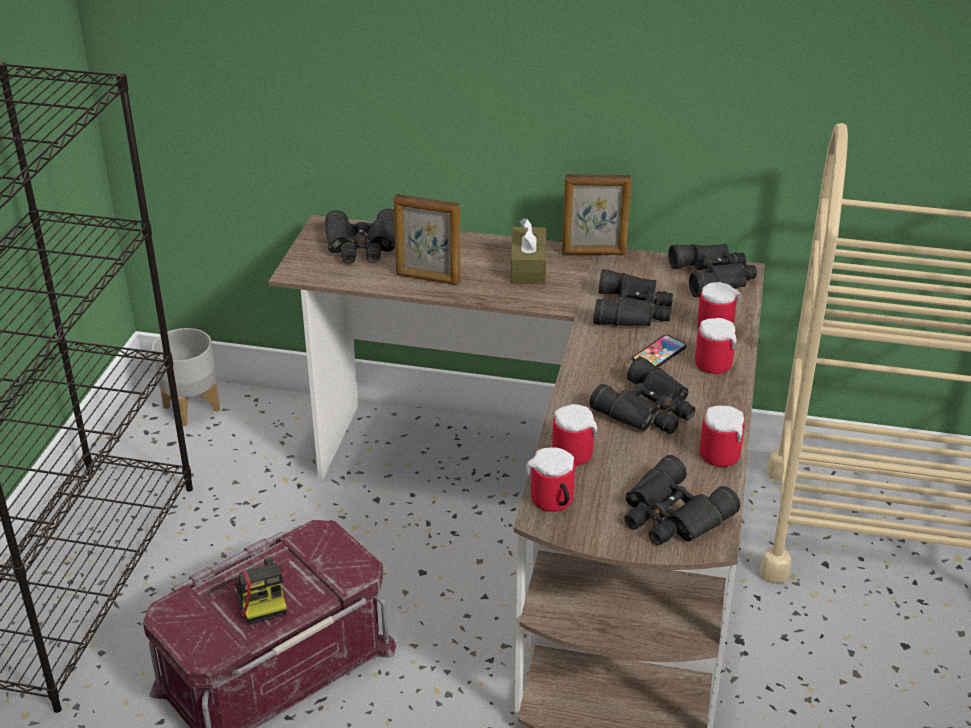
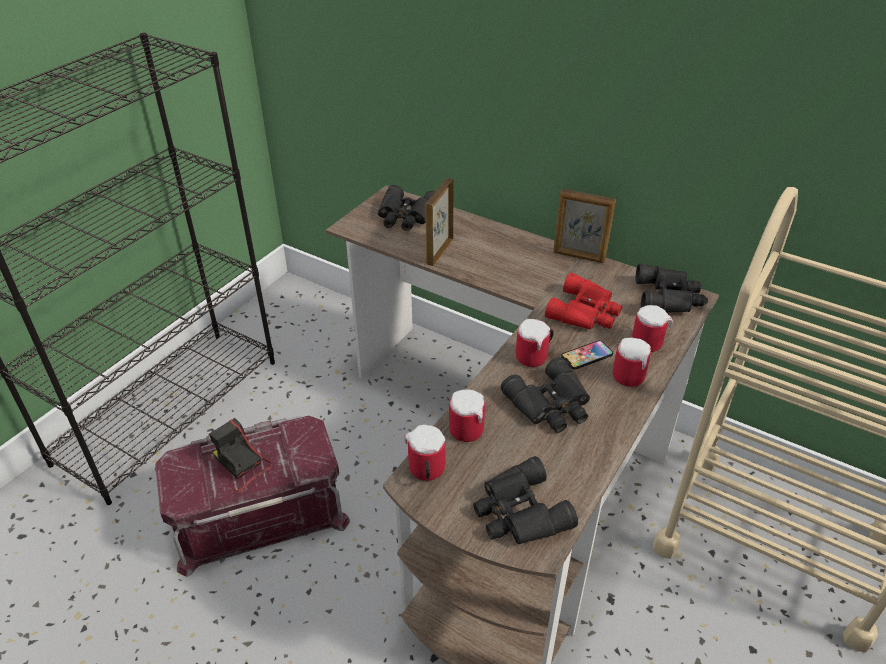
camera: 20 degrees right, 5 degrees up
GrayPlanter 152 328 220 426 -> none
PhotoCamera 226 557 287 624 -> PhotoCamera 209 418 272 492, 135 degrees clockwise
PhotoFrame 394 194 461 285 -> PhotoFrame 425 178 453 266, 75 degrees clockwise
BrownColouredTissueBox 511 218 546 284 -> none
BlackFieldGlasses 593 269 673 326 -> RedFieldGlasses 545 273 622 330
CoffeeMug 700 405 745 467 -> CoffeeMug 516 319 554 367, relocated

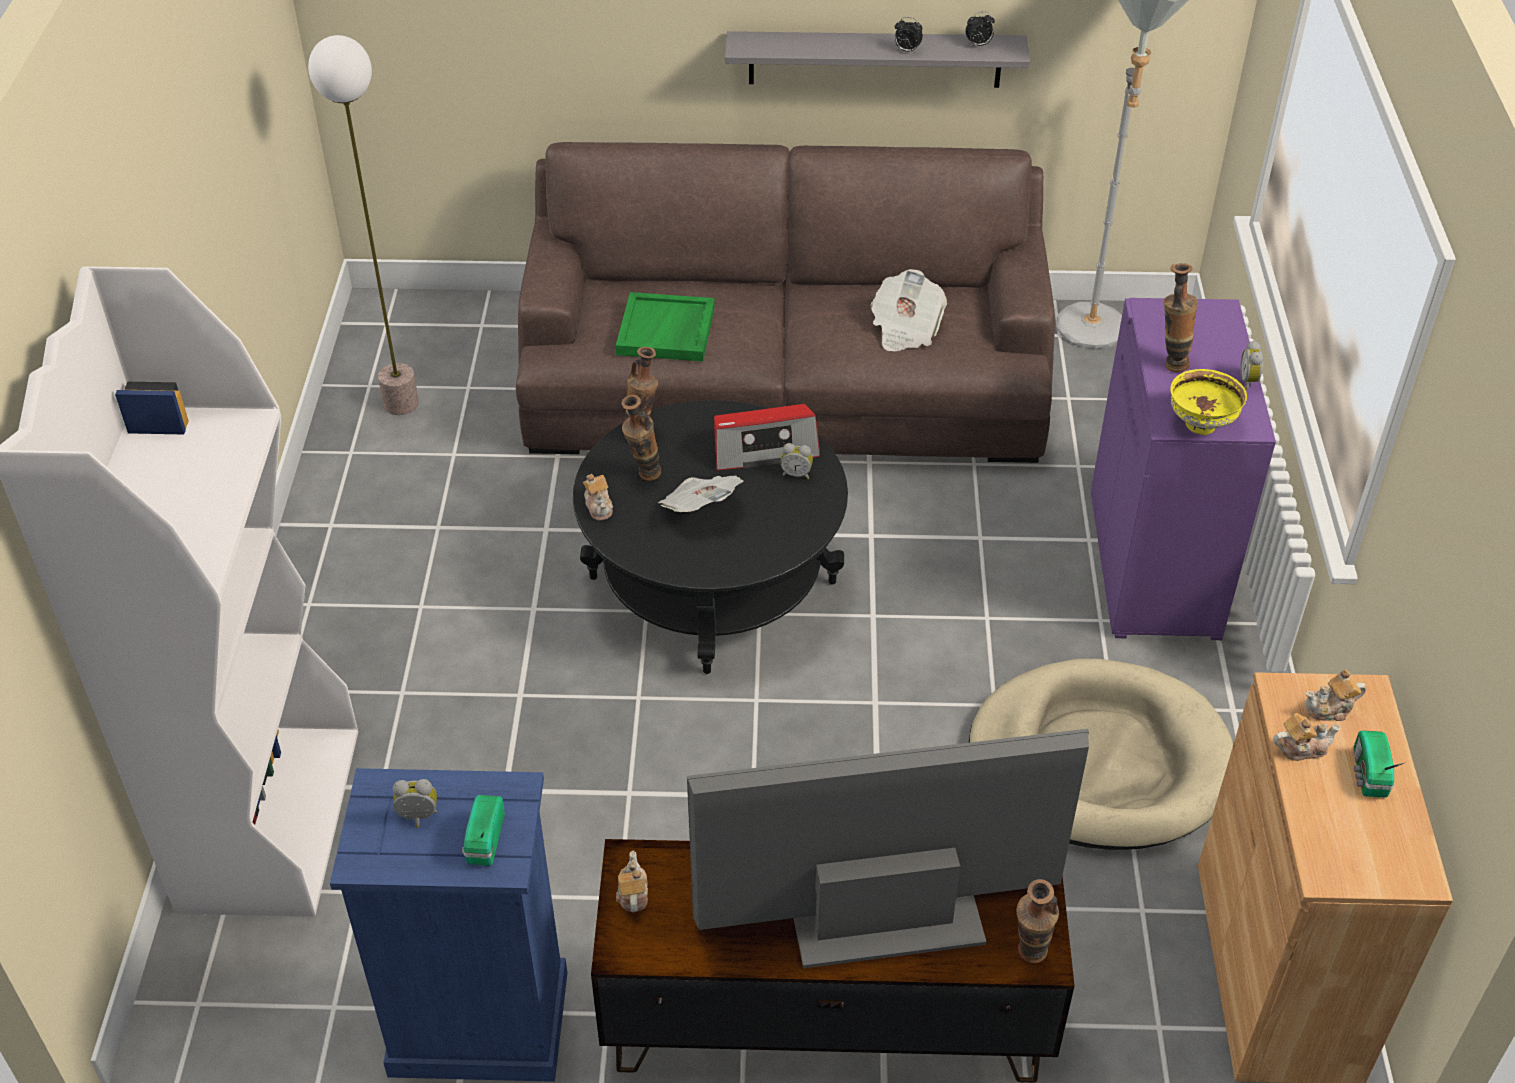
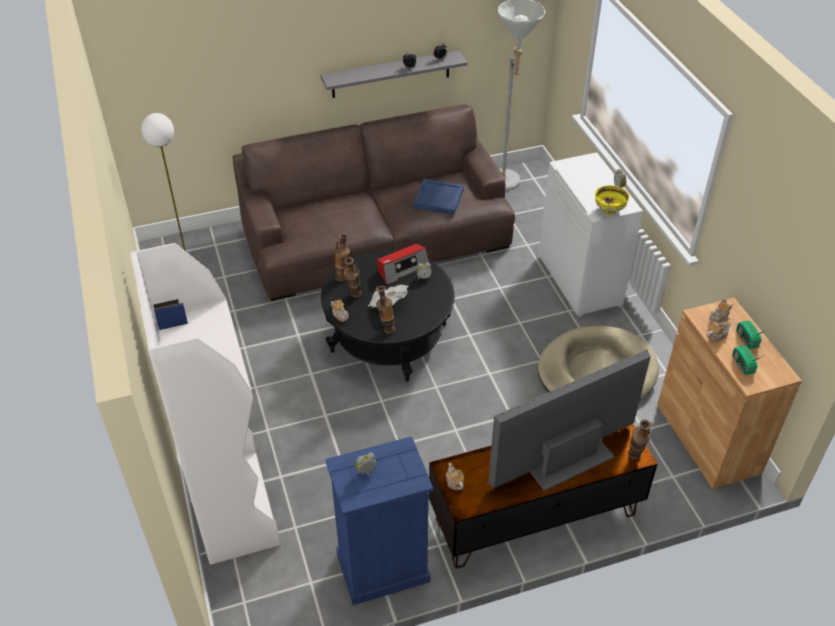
camera: 20 degrees left, 0 degrees up
RadioReceiver 462 795 505 866 -> RadioReceiver 732 346 763 375, relocated
GreenColouredCarryingTray 616 292 715 361 -> none
DailyPaper 871 269 947 351 -> BlueColouredCarryingTray 413 179 464 215
PurplishCupboard 1091 298 1276 640 -> WhiteColouredCupboard 539 152 643 317
DecorativeVase 1163 263 1198 372 -> DecorativeVase 376 286 395 334, relocated

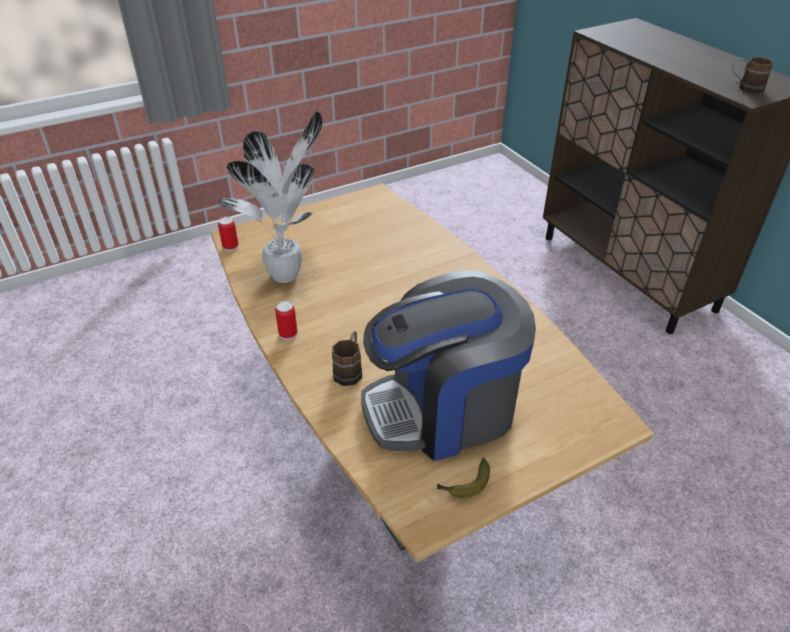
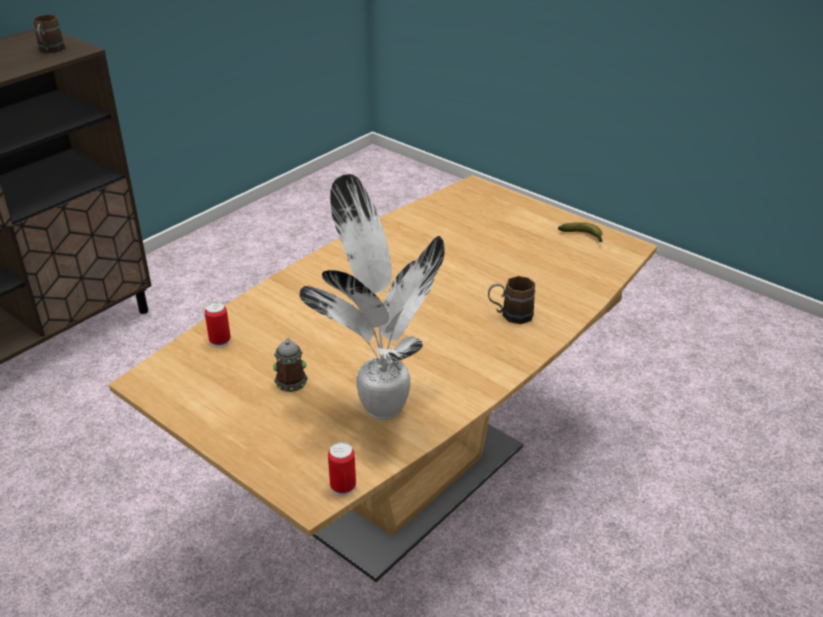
camera: 110 degrees left, 5 degrees down
SealedCan 275 301 297 340 -> SealedCan 205 302 231 347, relocated
CoffeeBrewer 361 271 536 461 -> none
none -> CoffeeMug 273 338 308 392

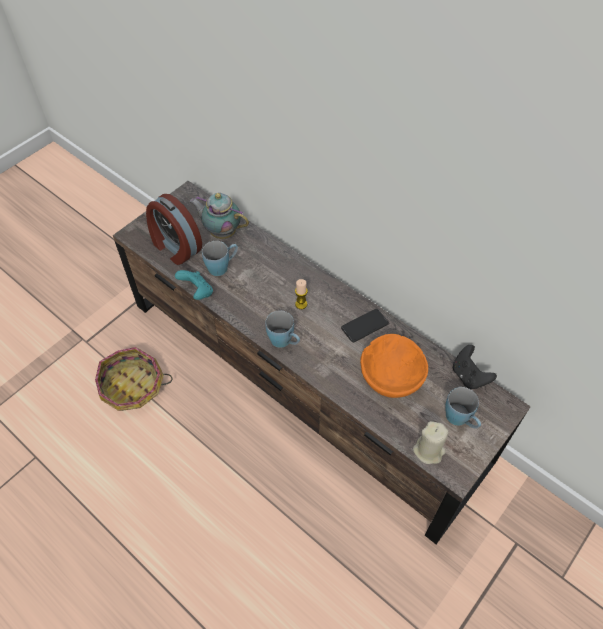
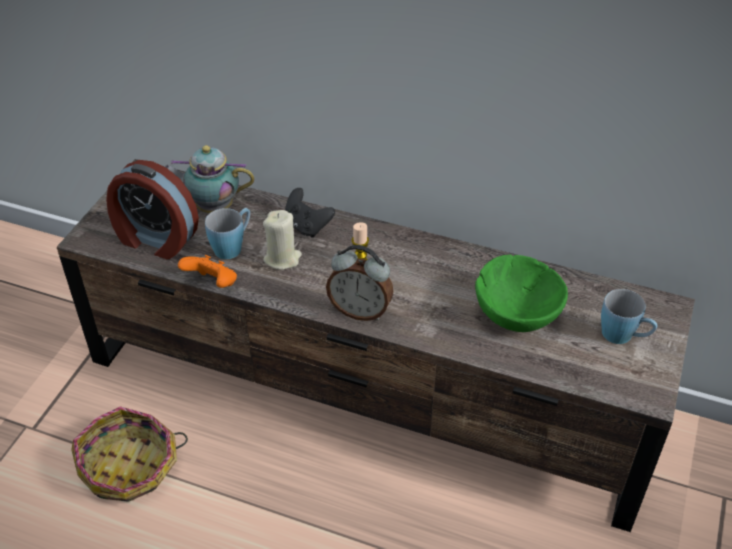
camera: 20 degrees left, 10 degrees down
TurquoiseGamepad 175 270 213 300 -> OrangeyGamepad 178 255 237 288
BlueColouredCoffeeMug 265 310 300 348 -> AlarmClock 326 245 394 321
Handset 341 309 389 342 -> none
OrangeyDeepDish 360 334 428 398 -> GreenColouredDeepDish 475 255 568 332
BeigeWaxCandle 413 421 448 464 -> BeigeWaxCandle 263 210 302 270, relocated
BlackGamepad 453 345 497 389 -> BlackGamepad 285 188 335 238, relocated

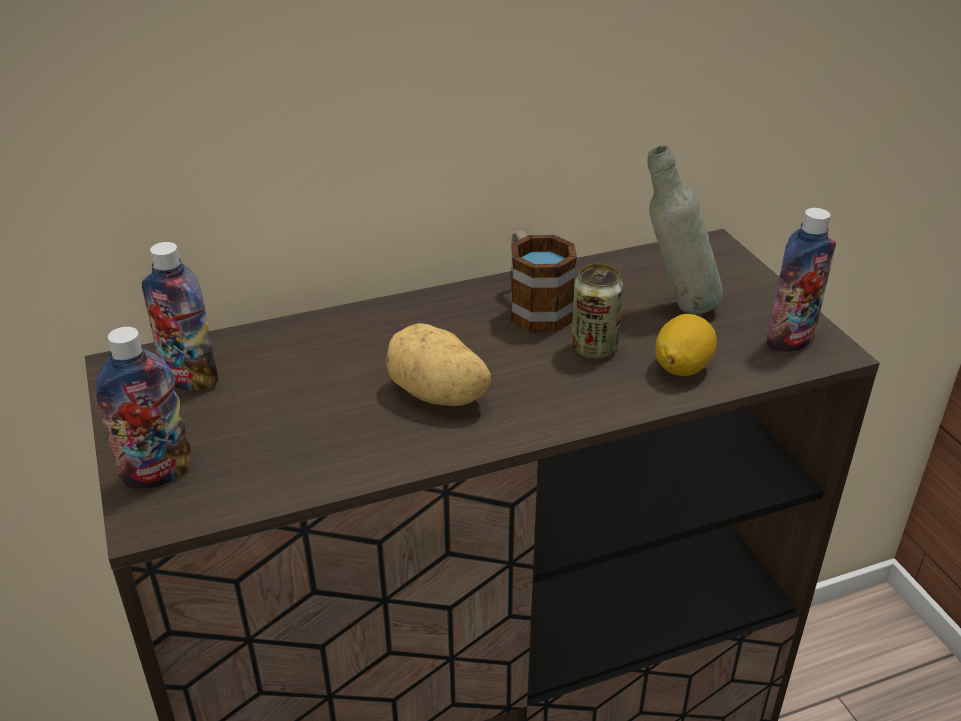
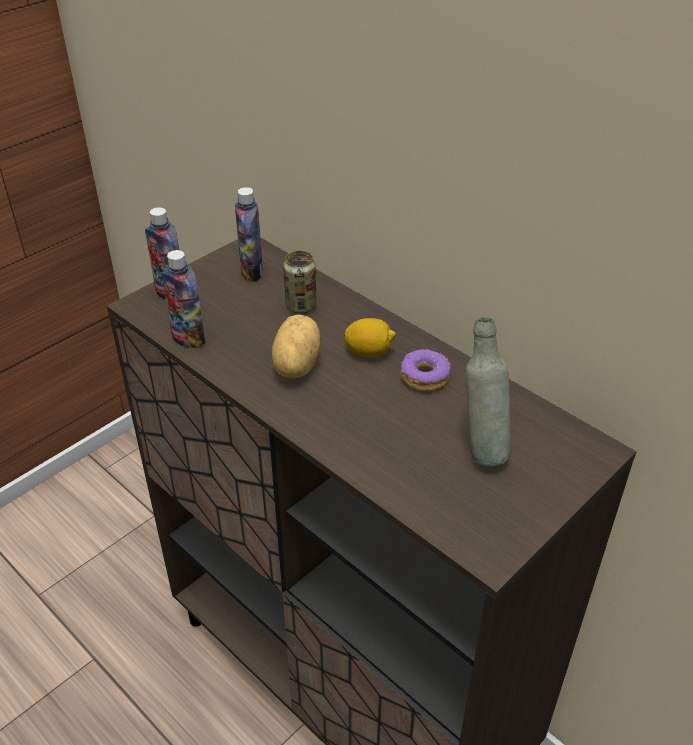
camera: 65 degrees right, 5 degrees up
CoffeeMug 510 231 577 333 -> Donut 400 349 451 391
SealedCan 571 264 623 359 -> SealedCan 283 251 317 313, relocated
Lemon 655 314 717 376 -> Lemon 344 318 396 358, relocated
DrinkBottle 766 208 836 352 -> DrinkBottle 162 250 205 348, relocated

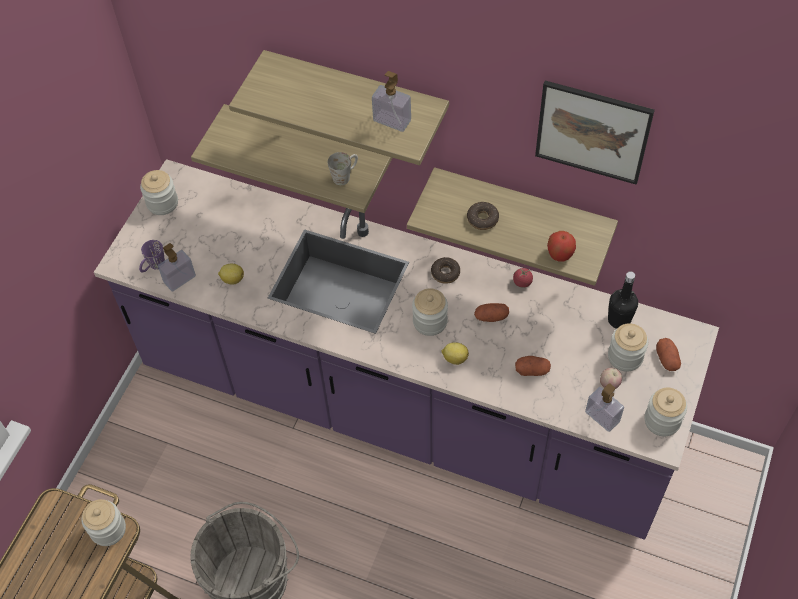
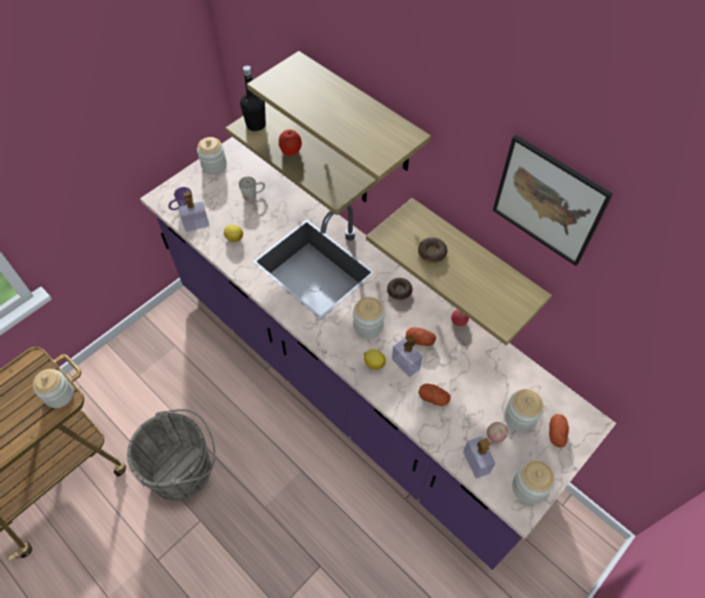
camera: 20 degrees right, 0 degrees up
WhiteColouredCoffeeMug 328 152 358 185 -> WhiteColouredCoffeeMug 238 177 265 201, relocated
SoapBottle 372 71 411 132 -> SoapBottle 392 335 423 377, relocated
AppleFruit 547 231 576 262 -> AppleFruit 279 130 302 155, relocated
BlackDrinkBottle 608 271 638 329 -> BlackDrinkBottle 240 65 266 131, relocated

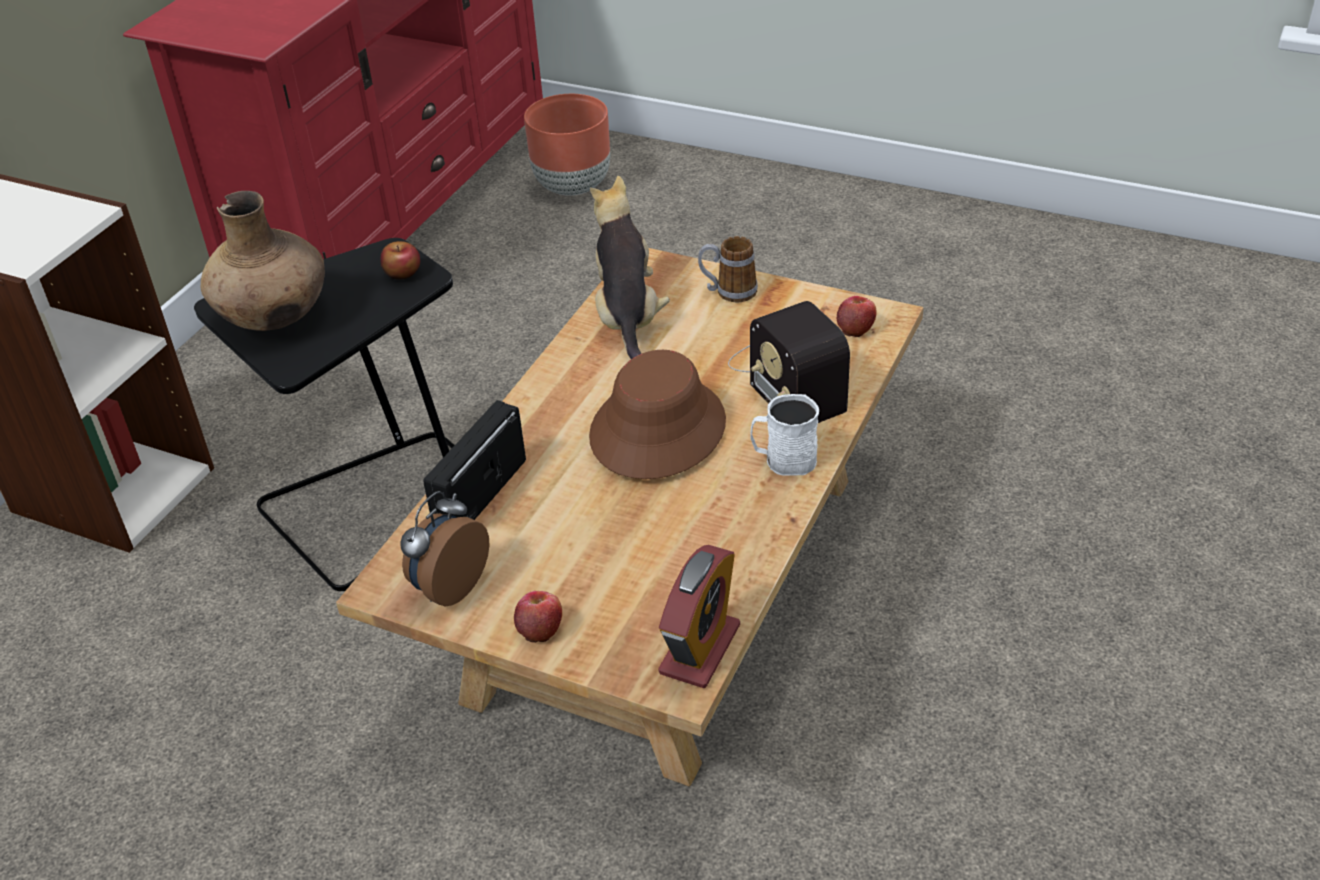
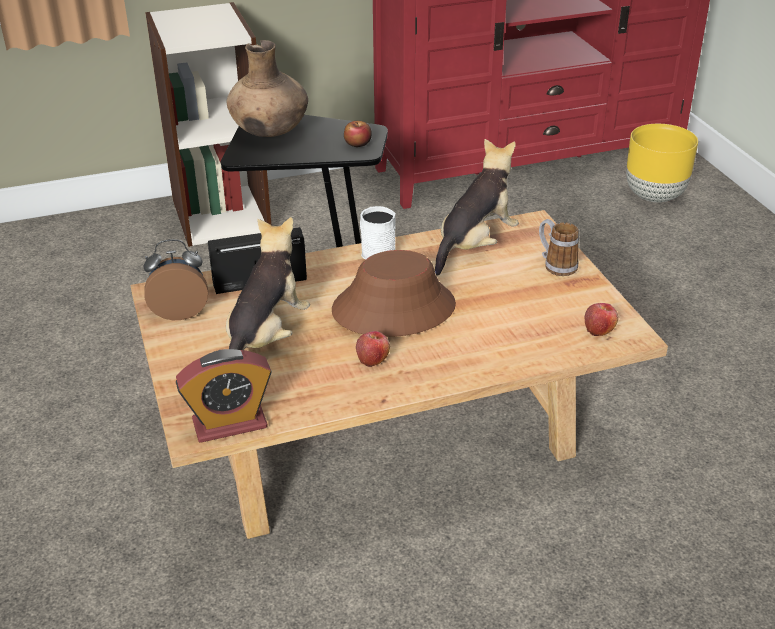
camera: 45 degrees right, 5 degrees down
AppleFruit 514 591 562 643 -> AppleFruit 356 331 390 367, relocated
BrownColouredPlanter 524 94 610 196 -> YellowPlanter 626 124 698 203
RadioReceiver 728 301 850 423 -> none
WhiteColouredCoffeeMug 750 394 819 476 -> WhiteColouredCoffeeMug 360 206 396 260, relocated
none -> SoftToy 226 217 310 350

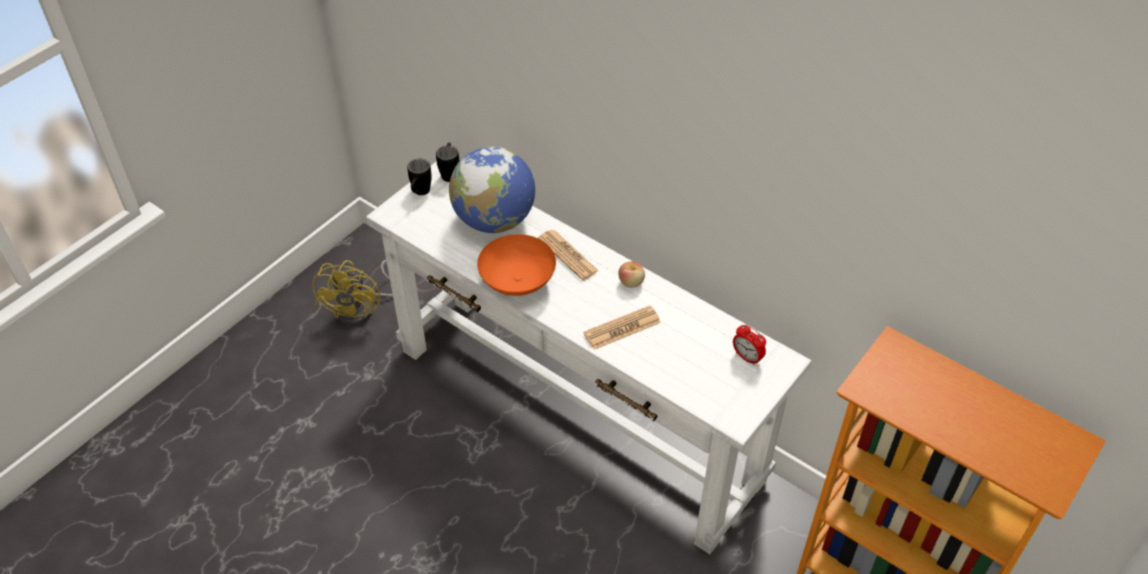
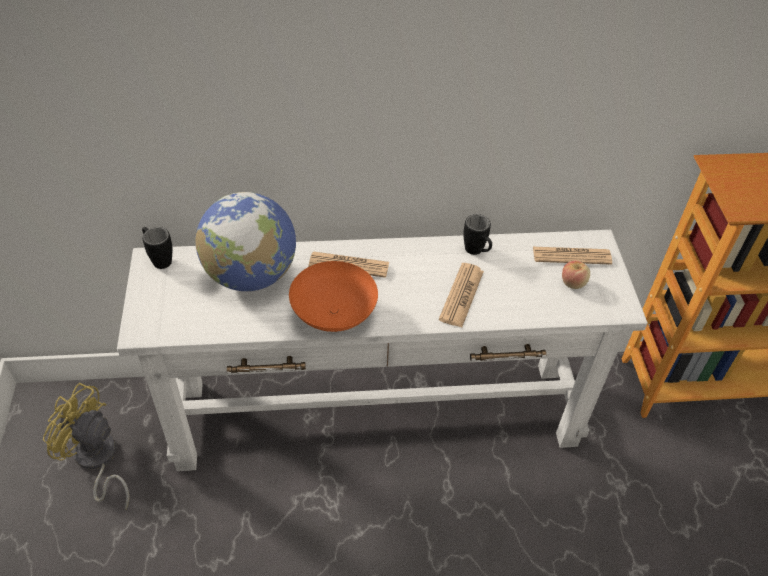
camera: 45 degrees left, 0 degrees up
YellowElectricFan 312 260 393 326 -> YellowElectricFan 43 383 130 510, 150 degrees clockwise
BlackCoffeeMug 407 159 432 195 -> BlackCoffeeMug 463 214 492 255, relocated
AppleFruit 618 261 645 288 -> AppleFruit 562 261 590 289, relocated
AlarmClock 733 325 766 365 -> DailyPaper 533 247 612 265

